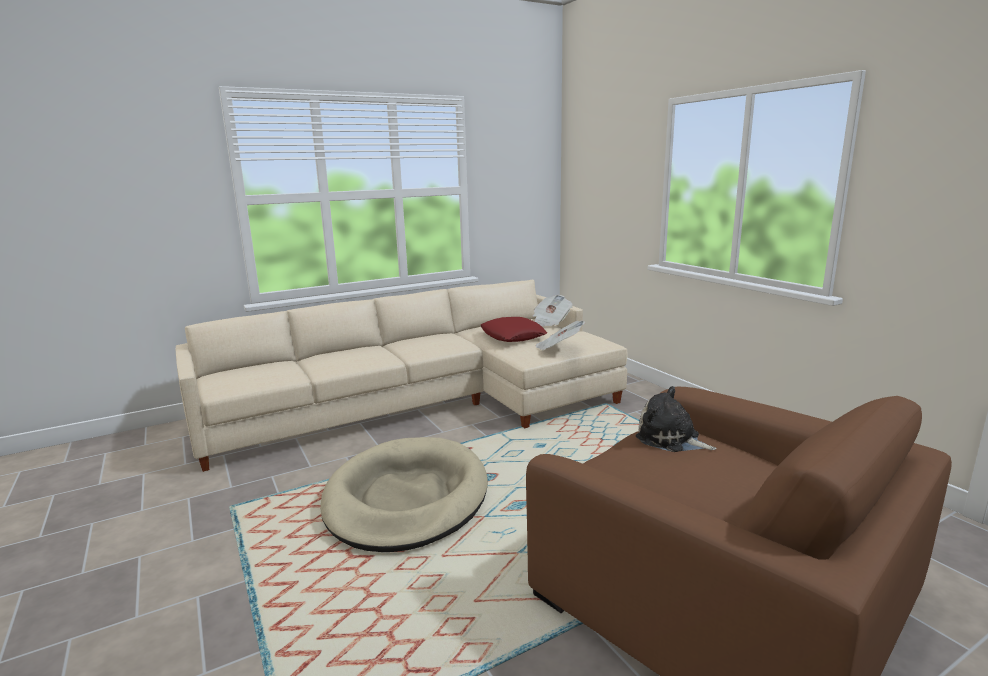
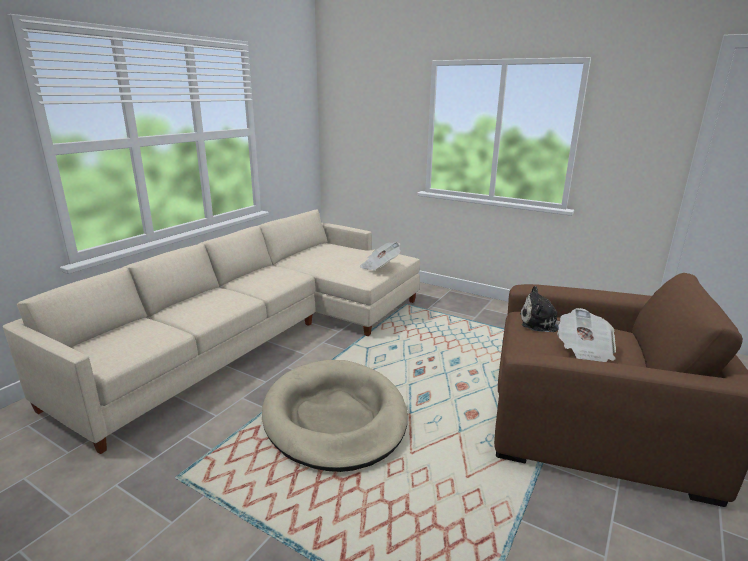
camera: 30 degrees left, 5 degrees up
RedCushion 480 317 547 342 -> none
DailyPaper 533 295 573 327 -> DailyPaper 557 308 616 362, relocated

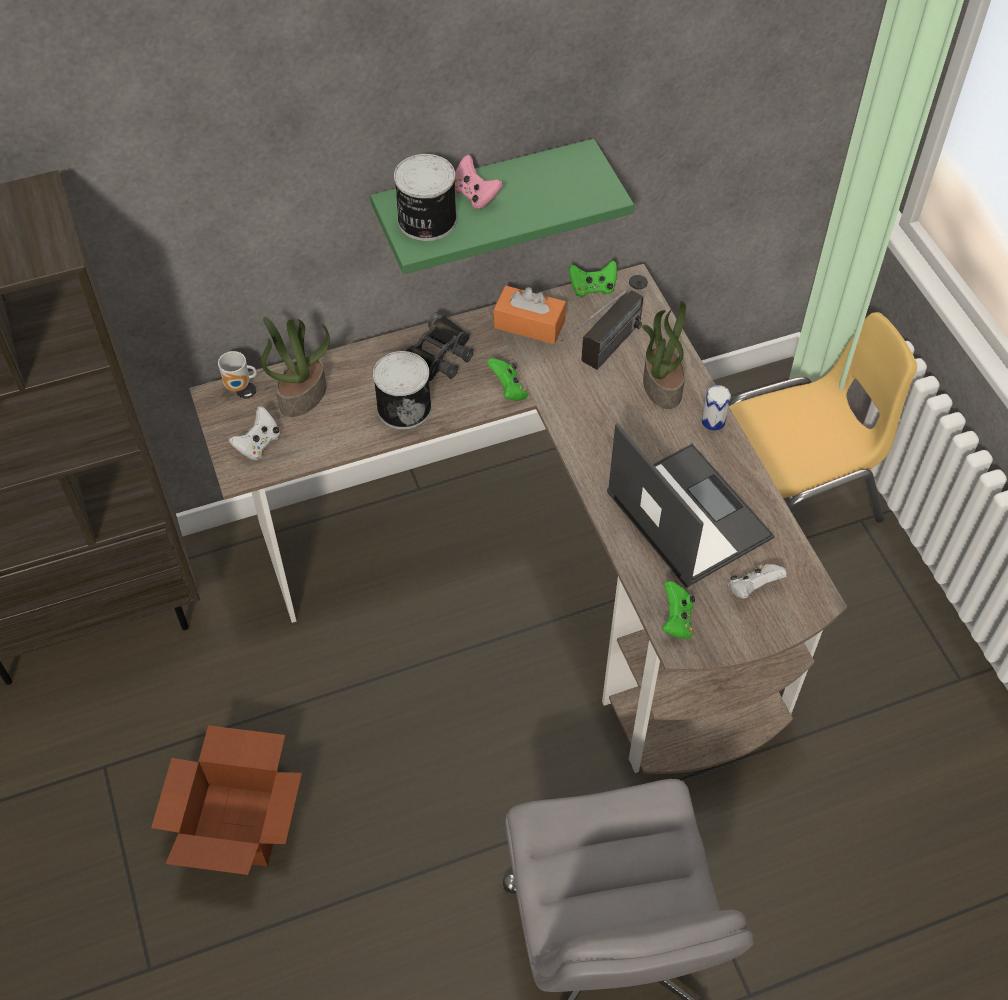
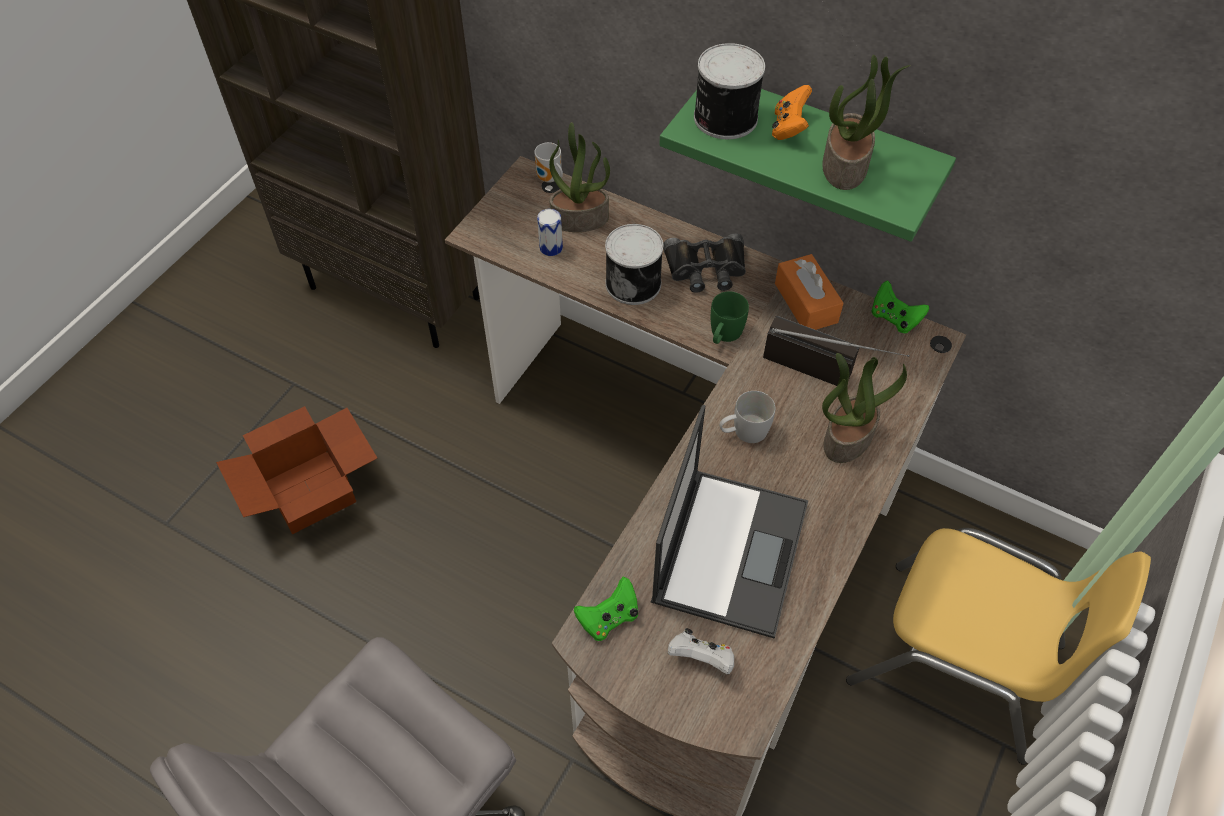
camera: 50 degrees right, 0 degrees up
WhiteColouredGamepad 229 406 280 460 -> none
PinkGamepad 455 155 503 209 -> OrangeyGamepad 772 85 812 140
GreenColouredGamepad 487 358 528 401 -> GreenColouredCoffeeMug 711 291 749 344
RadioReceiver 560 289 644 370 -> RadioReceiver 763 316 909 386, 150 degrees counterclockwise
SealedCan 702 385 731 431 -> SealedCan 537 209 563 256, relocated
none -> WhiteColouredCoffeeMug 720 391 775 443
none -> Houseplant 822 55 911 190

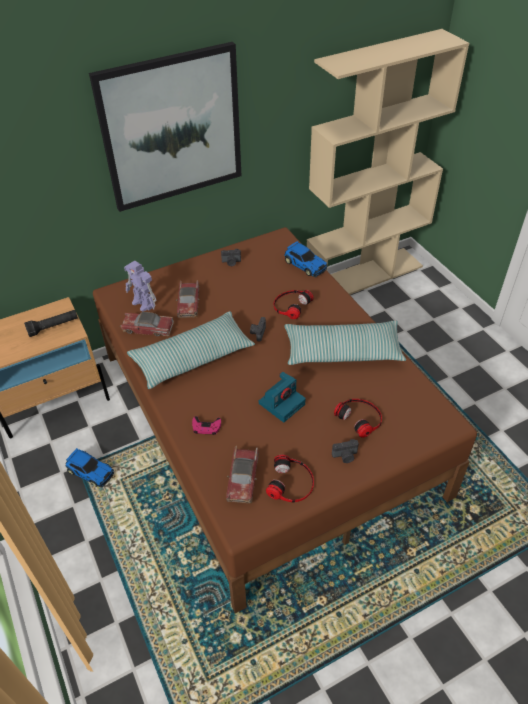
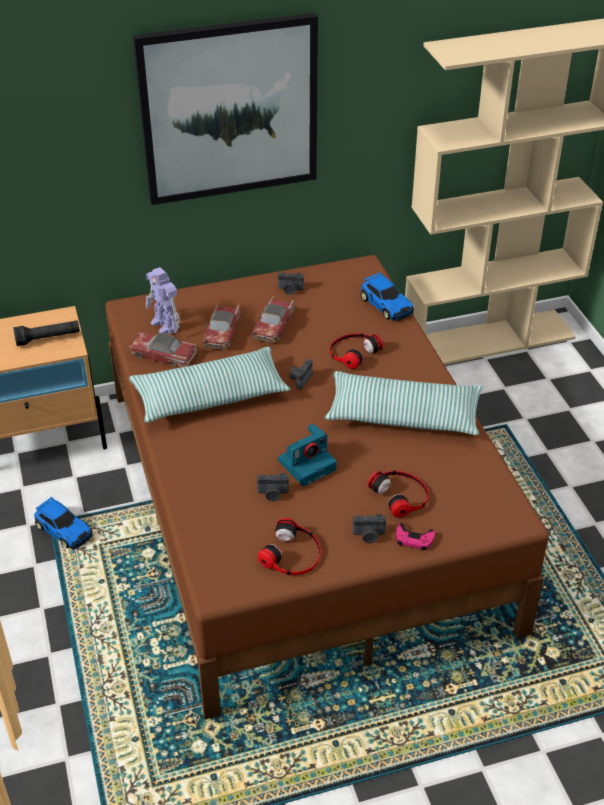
camera: 10 degrees right, 5 degrees down
PinkGamepad 192 416 221 435 -> PinkGamepad 396 523 435 550, relocated
ToyCar 226 446 259 504 -> ToyCar 252 296 295 343, relocated
none -> PhotoCamera 257 473 289 501

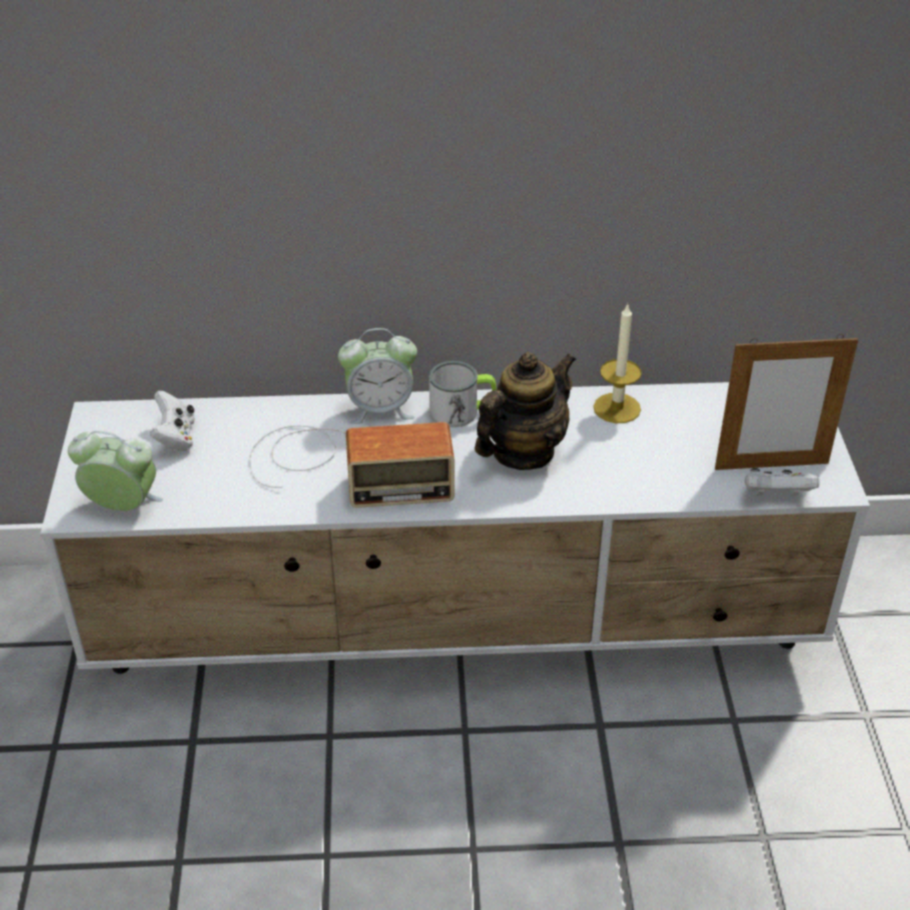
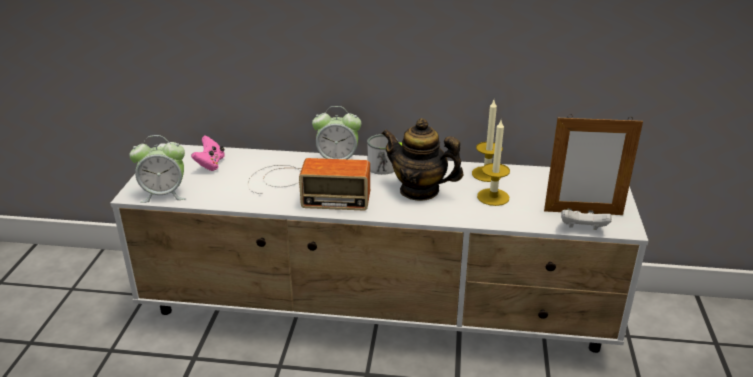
camera: 10 degrees right, 10 degrees down
AlarmClock 68 431 163 511 -> AlarmClock 129 135 186 203, 150 degrees clockwise
WhiteColouredGamepad 150 391 195 451 -> PinkGamepad 191 136 225 171
PotForTea 475 352 576 470 -> PotForTea 382 118 464 201, 120 degrees counterclockwise
none -> WaxCandle 477 120 510 206

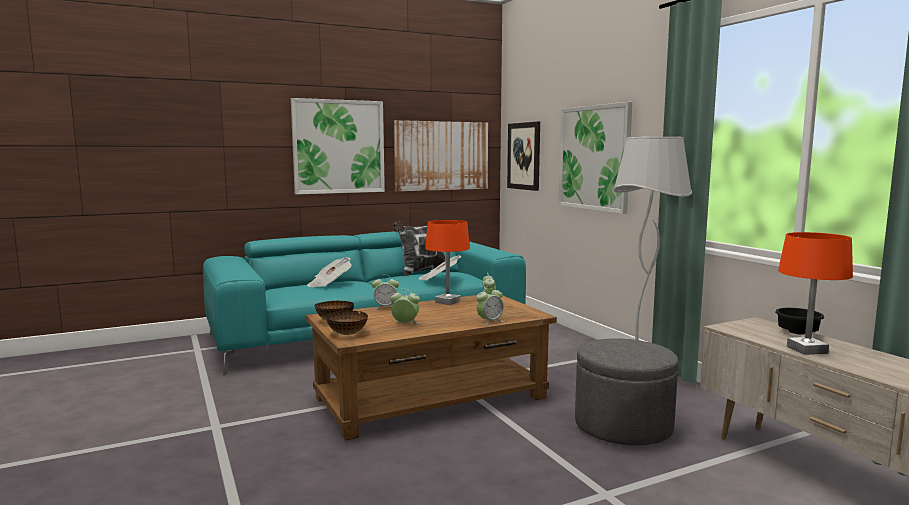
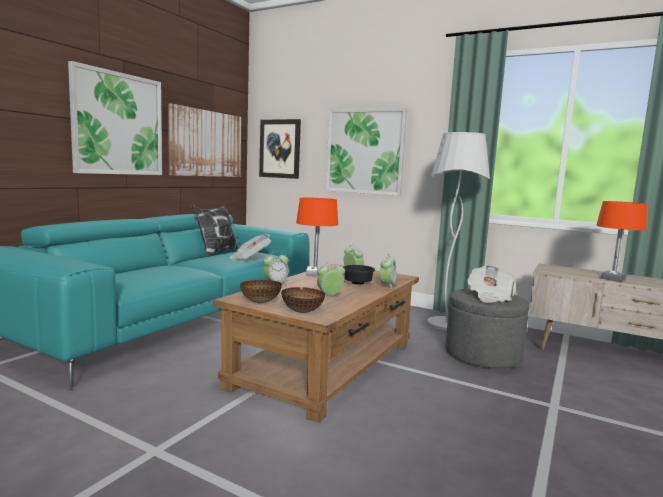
camera: 35 degrees left, 0 degrees up
DailyPaper 307 257 352 287 -> DailyPaper 467 265 516 303, relocated
BlackDeepDish 775 308 824 334 -> BlackDeepDish 343 265 375 284, relocated

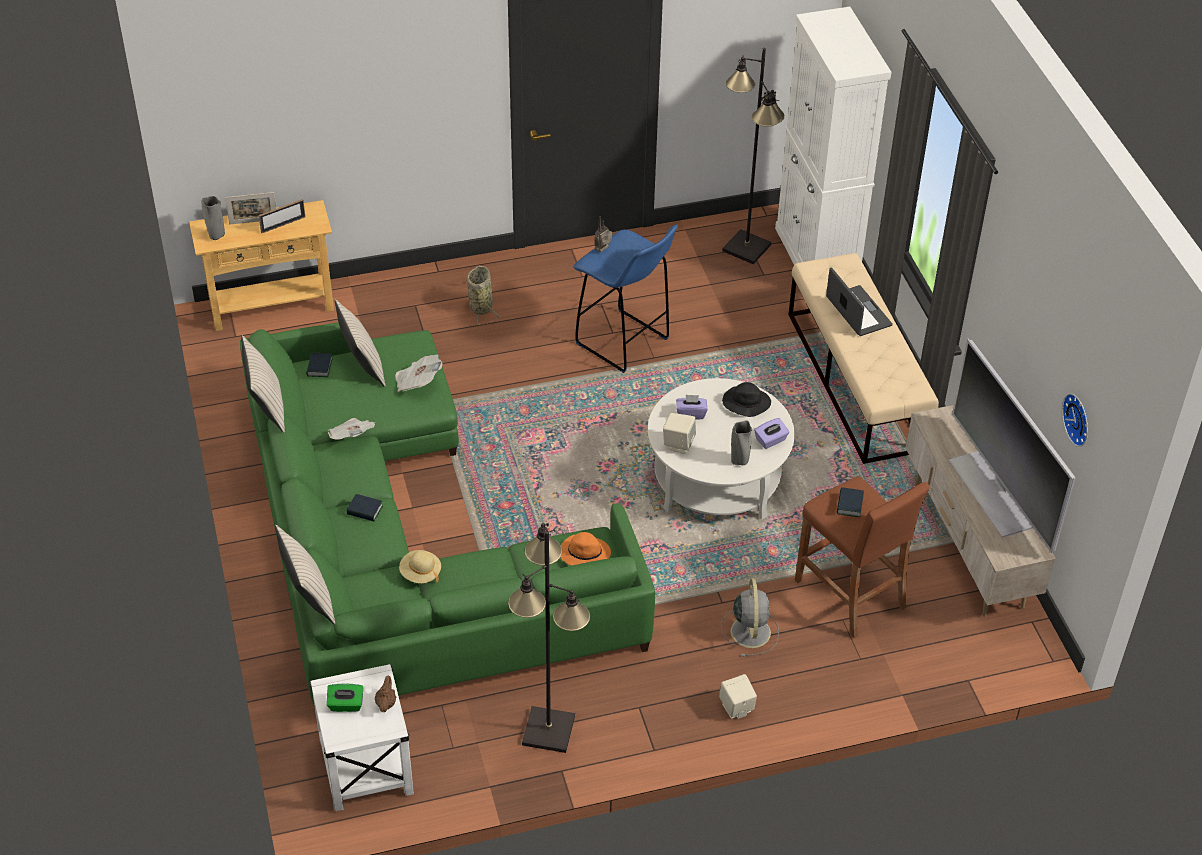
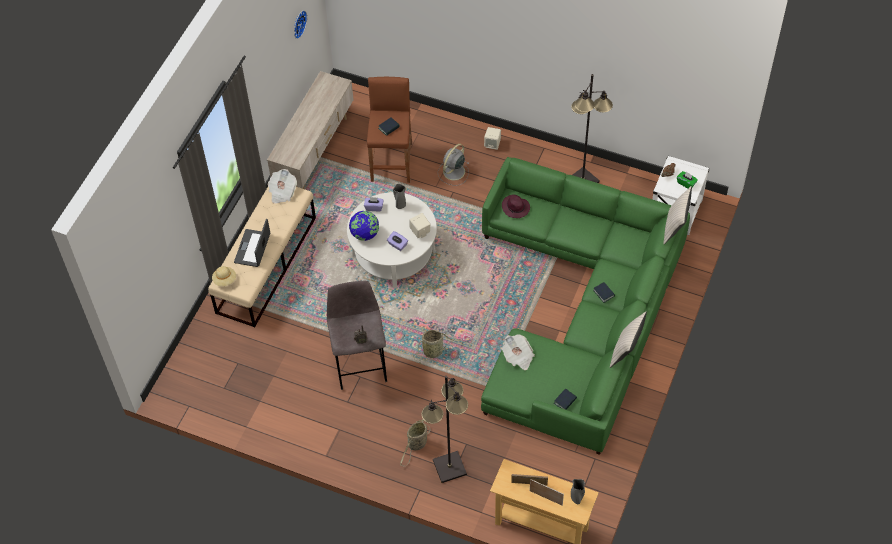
camera: 140 degrees left, 10 degrees up
DailyPaper 328 418 375 440 -> DailyPaper 268 169 297 203, relocated
BeigeCushion 335 299 386 387 -> none
BeigeHat 399 550 441 583 -> BeigeHat 212 266 236 286, relocated
OrangeyHat 560 532 611 566 -> PurplishHat 502 194 530 218
BlueColouredSittingStool 573 224 678 373 -> GraySittingStool 327 281 387 390
BlackStandardLamp 722 48 785 264 -> BlackStandardLamp 421 376 468 483, relocated
BlackHat 722 382 771 417 -> WorldGlobe 349 211 379 241
WhiteColouredCupboard 775 7 892 265 -> none
TvSet 949 338 1075 553 -> none
none -> HouseholdBasket 414 330 461 365

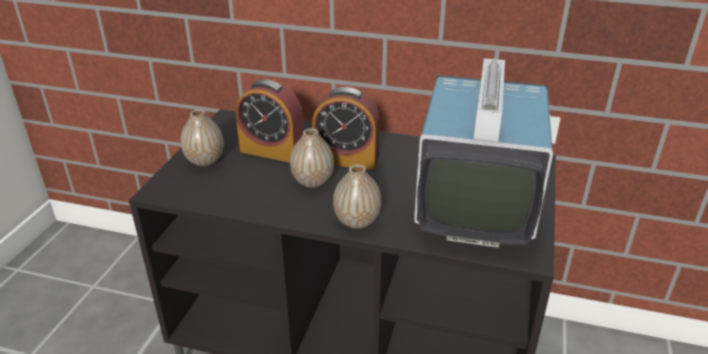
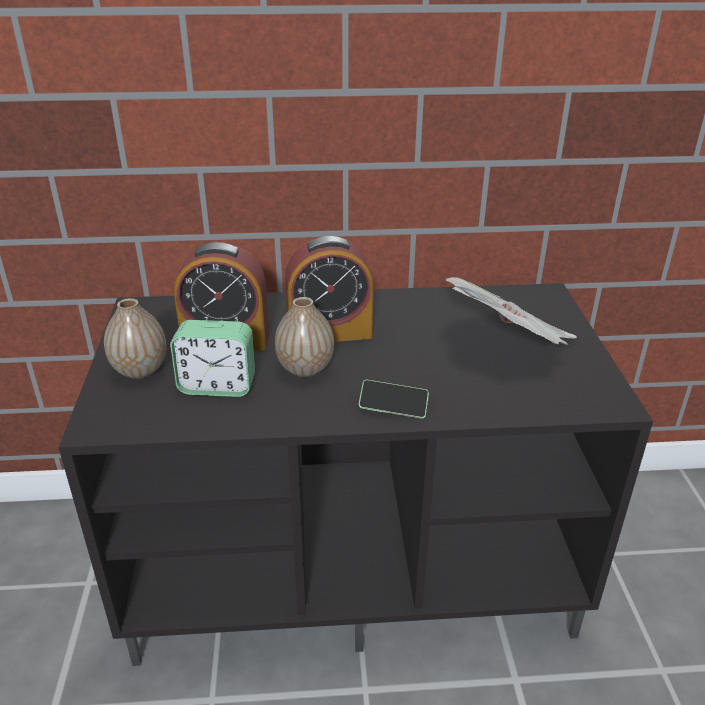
camera: 20 degrees left, 0 degrees up
DecorativeVase 333 165 381 229 -> Handset 359 380 429 419
TvSet 414 58 560 248 -> DailyPaper 446 277 577 345
none -> AlarmClock 170 320 255 397

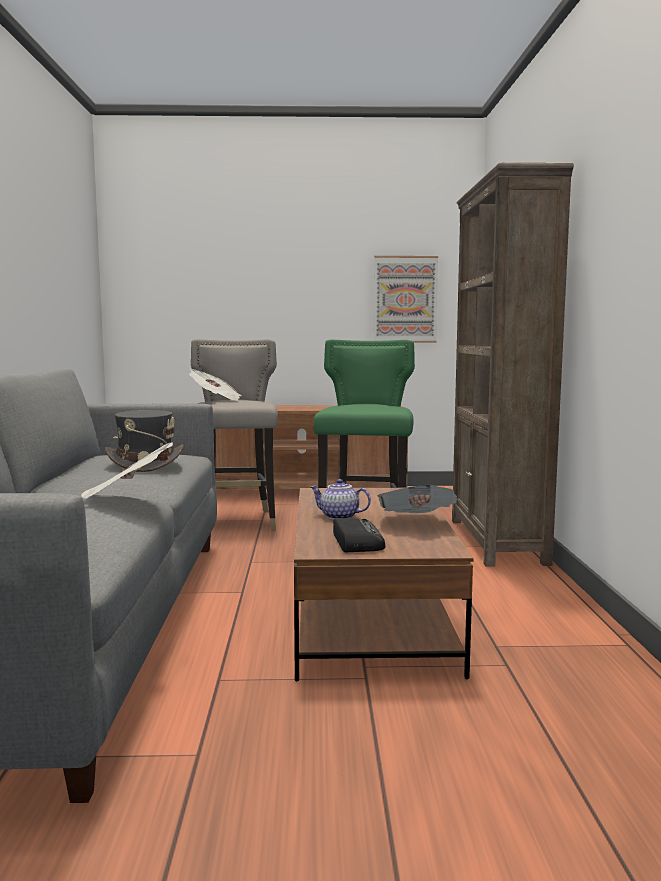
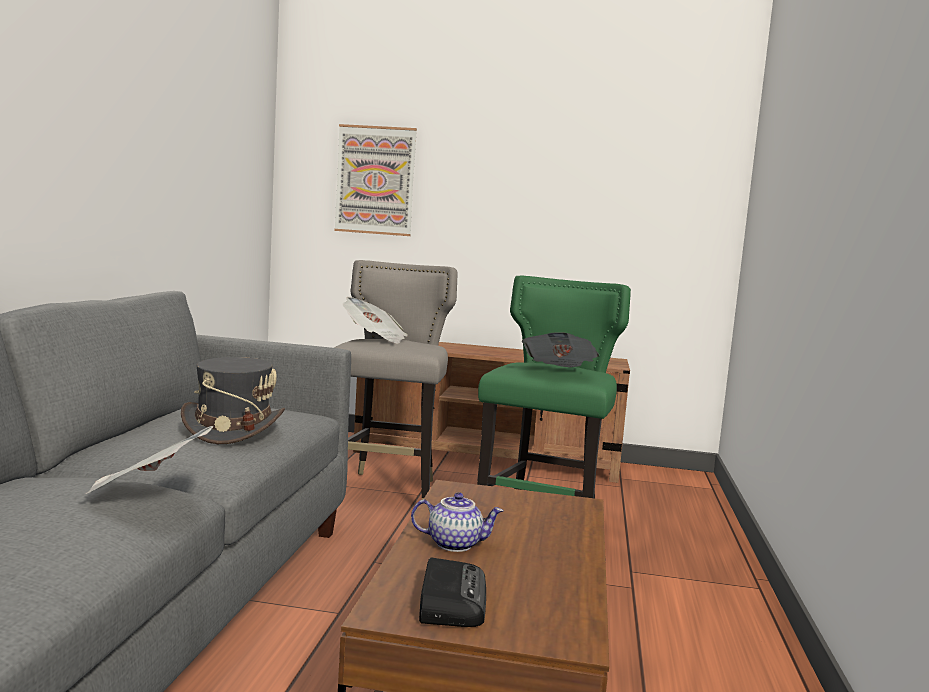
camera: 10 degrees right, 0 degrees up
PotForTea 311 479 371 520 -> PotForTea 411 492 504 552, 150 degrees clockwise
Picture 373 256 438 343 -> Picture 334 124 417 236, relocated
DailyPaper 377 485 459 513 -> DailyPaper 521 332 599 367, relocated
BrownColouredBookcase 452 163 574 567 -> none

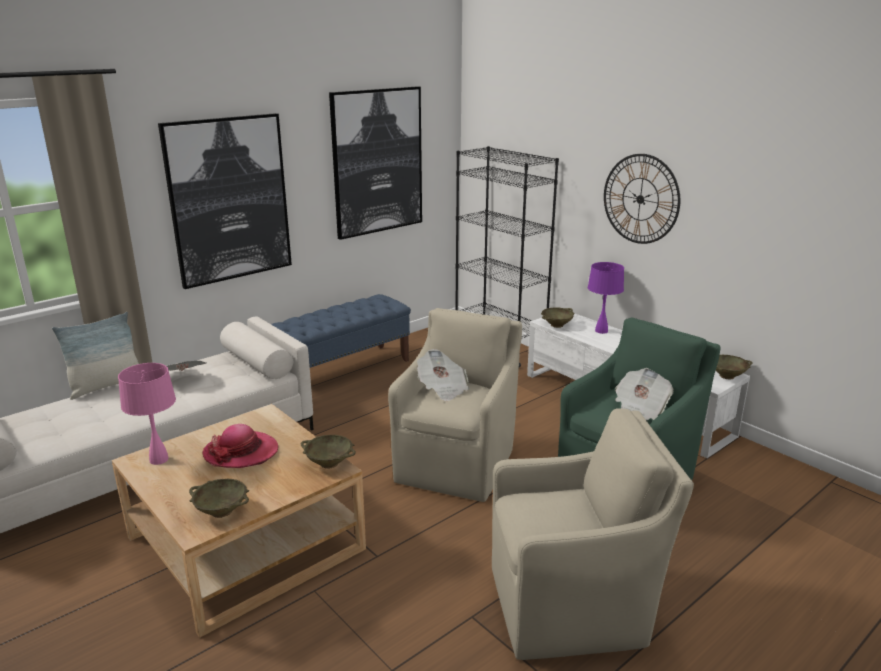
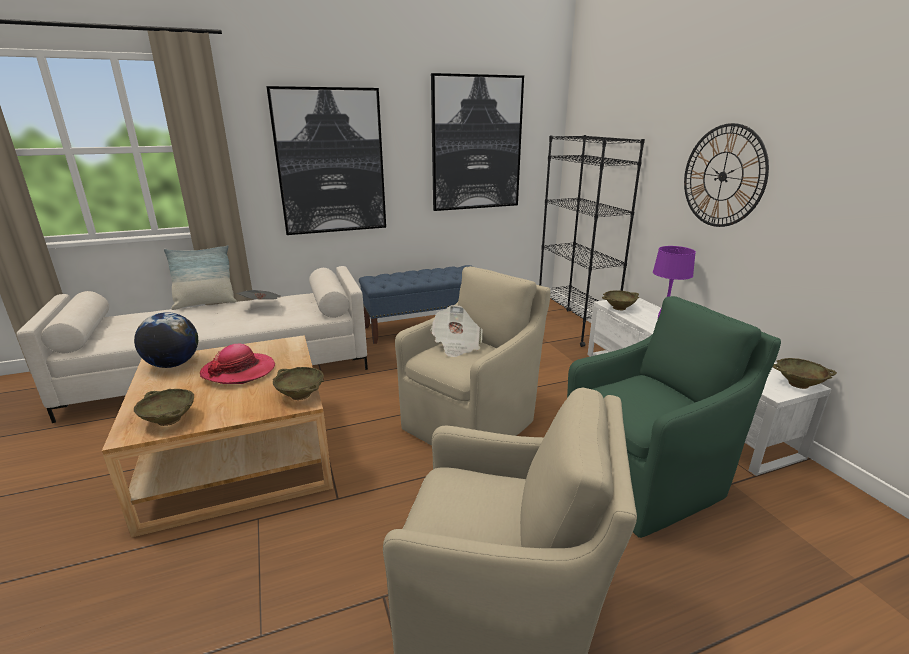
camera: 20 degrees right, 0 degrees up
PinkTableLamp 118 363 176 465 -> WorldGlobe 134 312 198 368
DailyPaper 615 368 674 420 -> none

